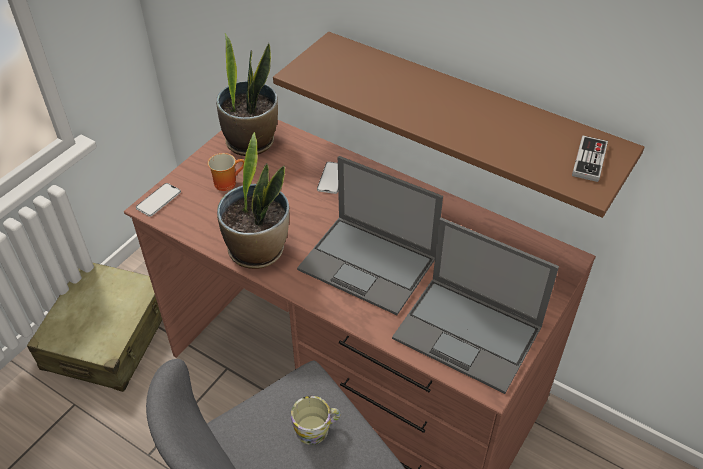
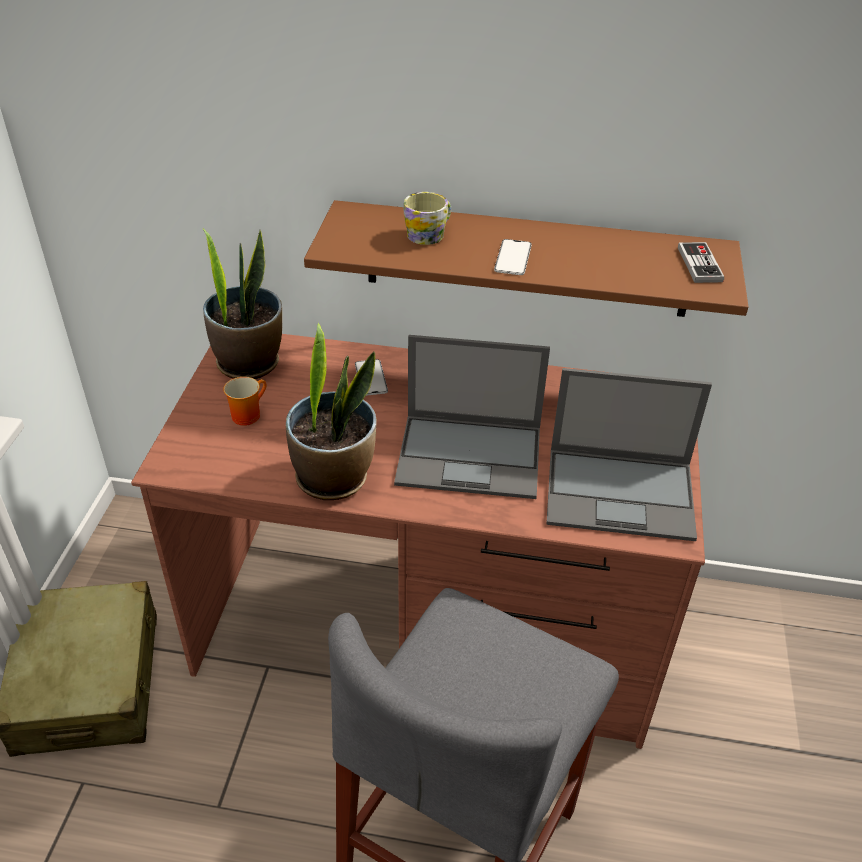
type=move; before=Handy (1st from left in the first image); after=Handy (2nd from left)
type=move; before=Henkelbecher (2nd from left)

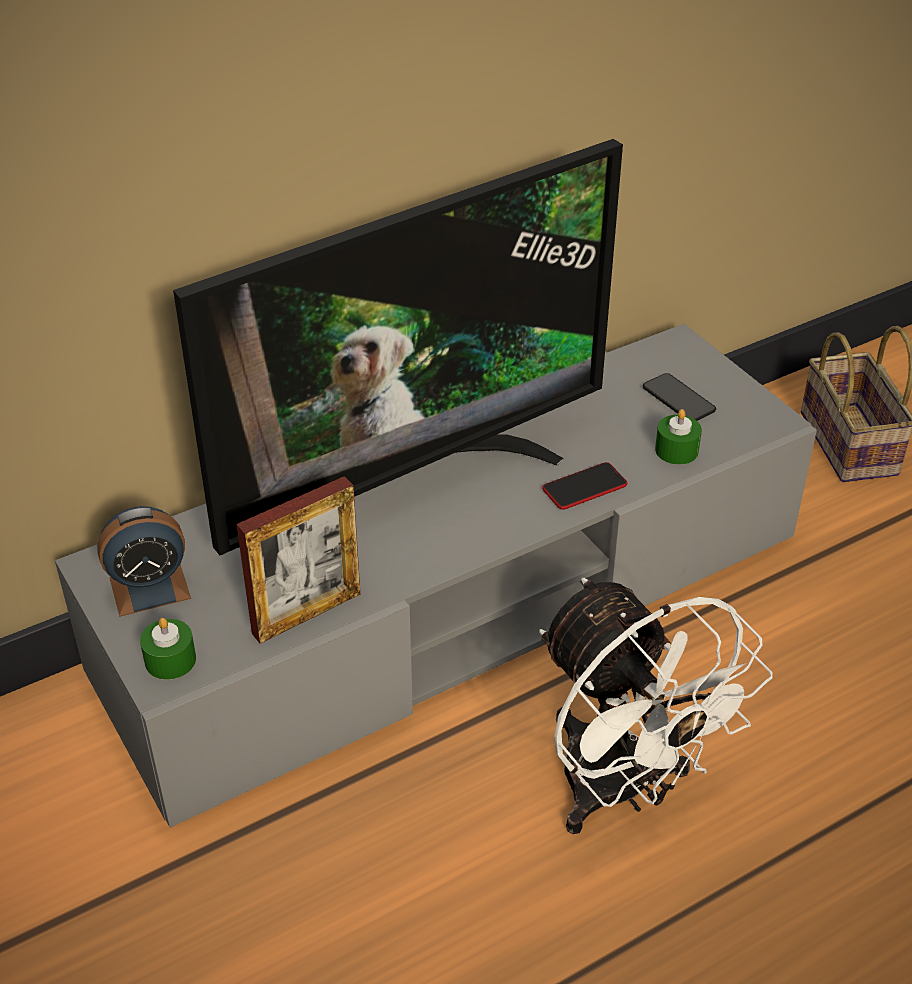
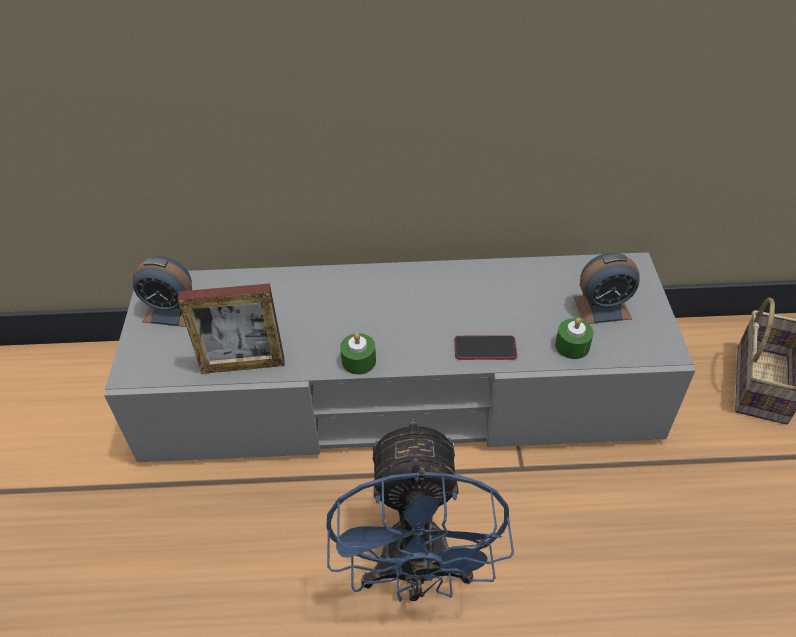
type=delete; before=Fernseher
type=replace; before=Handy (2nd from left); after=Wecker (2nd from left)
type=recolor; before=Ventilator (weiß); after=Ventilator (blau)
type=move; before=Kerze (grün) (1st from left)

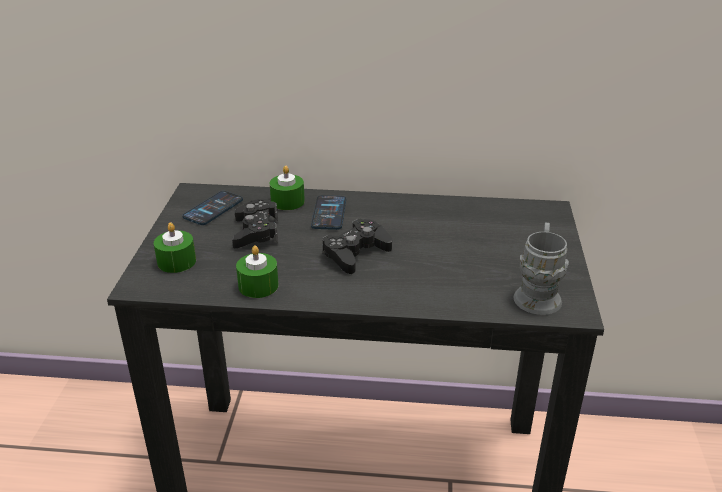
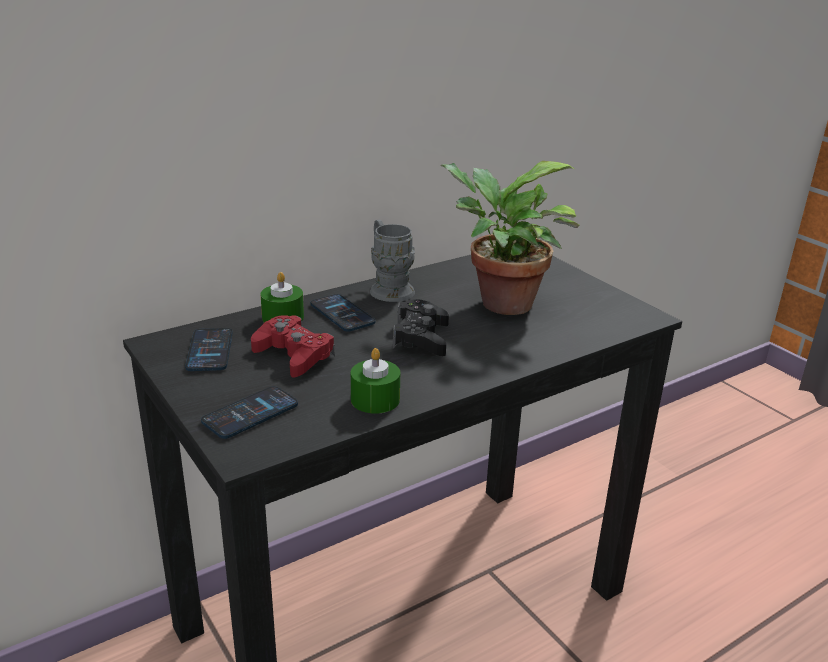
type=recolor; before=Gamepad (schwarz) (1st from left); after=Gamepad (rot)
type=replace; before=Kerze (grün) (1st from left); after=Handy (2nd from left)
type=move; before=Henkelbecher (grau)
type=insert; after=Topfpflanze

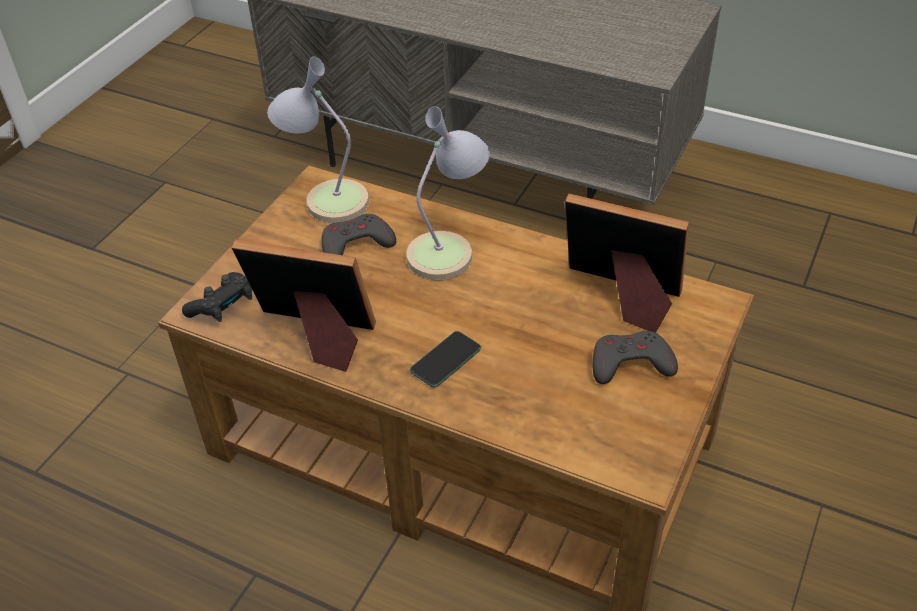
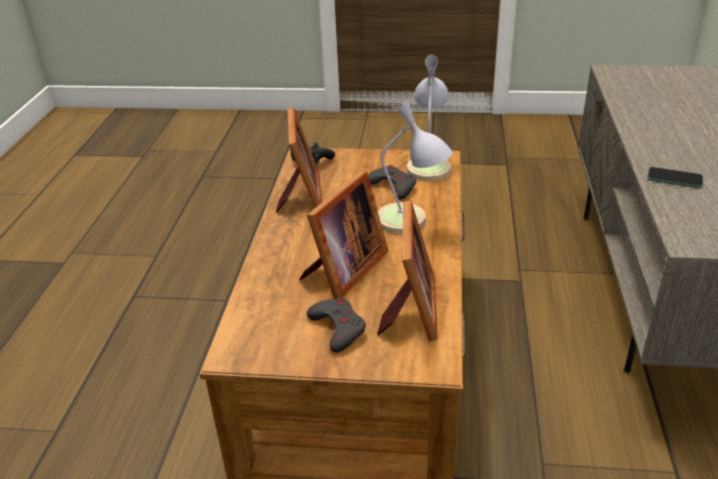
type=move; before=Handy
type=insert; after=Bilderrahmen (2nd from left)

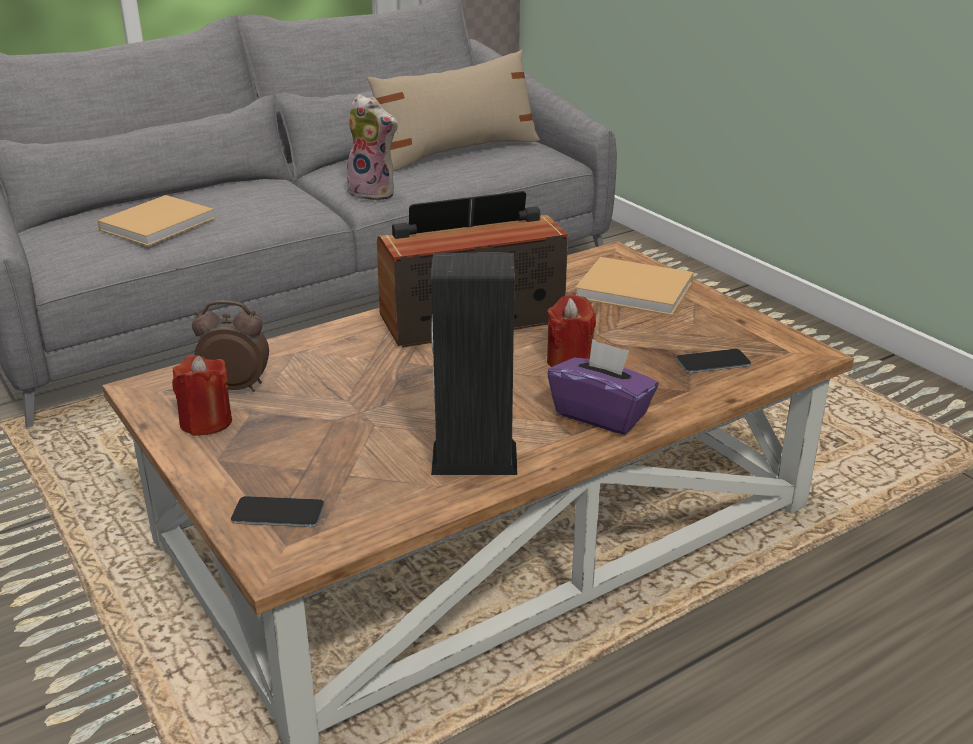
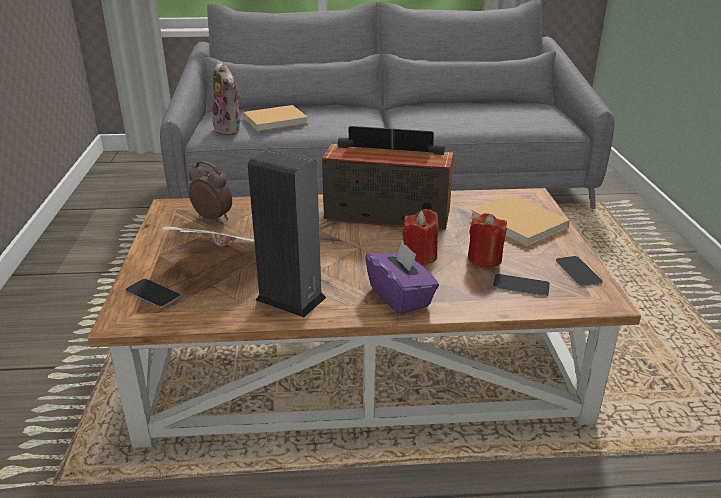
type=delete; before=Kissen (beige)
type=move; before=Plüschtier
type=move; before=Kerze (rot) (1st from left in the first image); after=Kerze (rot) (2nd from left)
type=insert; after=Zeitung
type=insert; after=Handy (3rd from left)

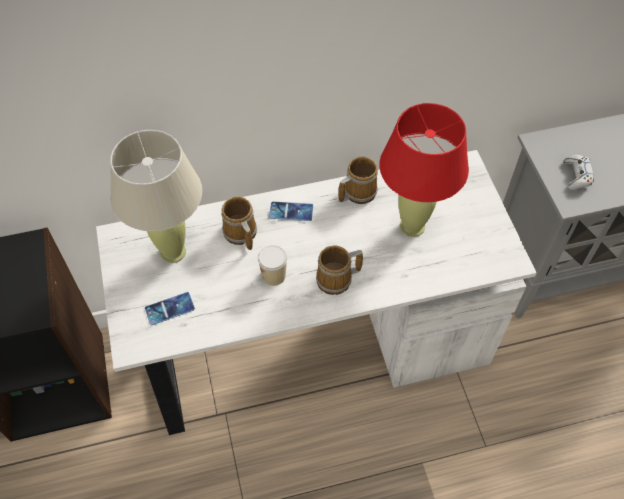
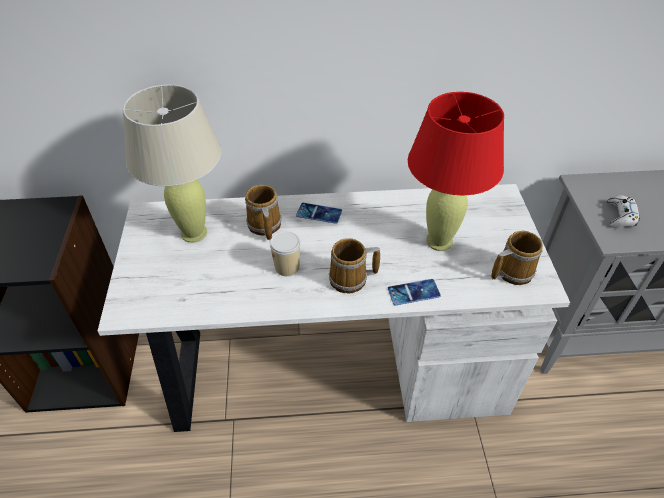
type=move; before=Henkelbecher (3rd from left)
type=move; before=Handy (1st from left in the first image); after=Handy (2nd from left)

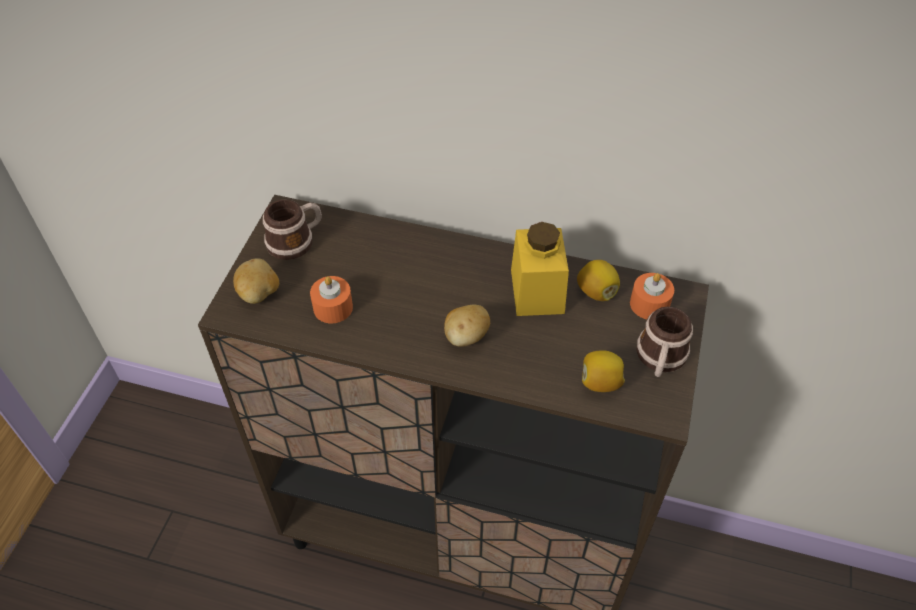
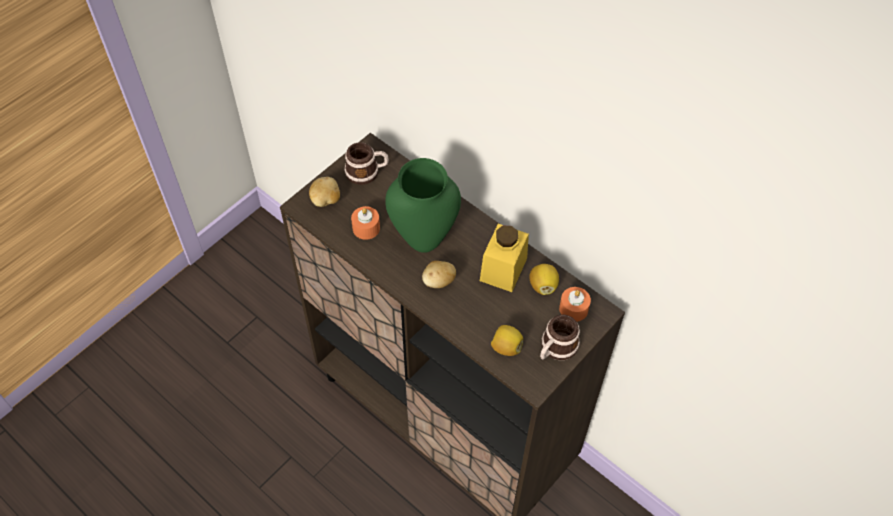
type=insert; after=Vase (grün)

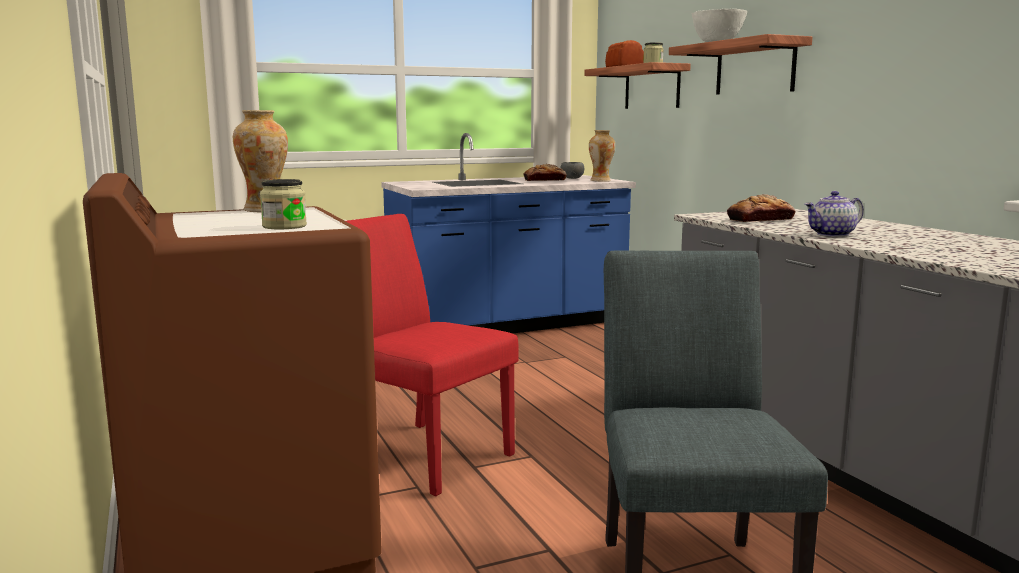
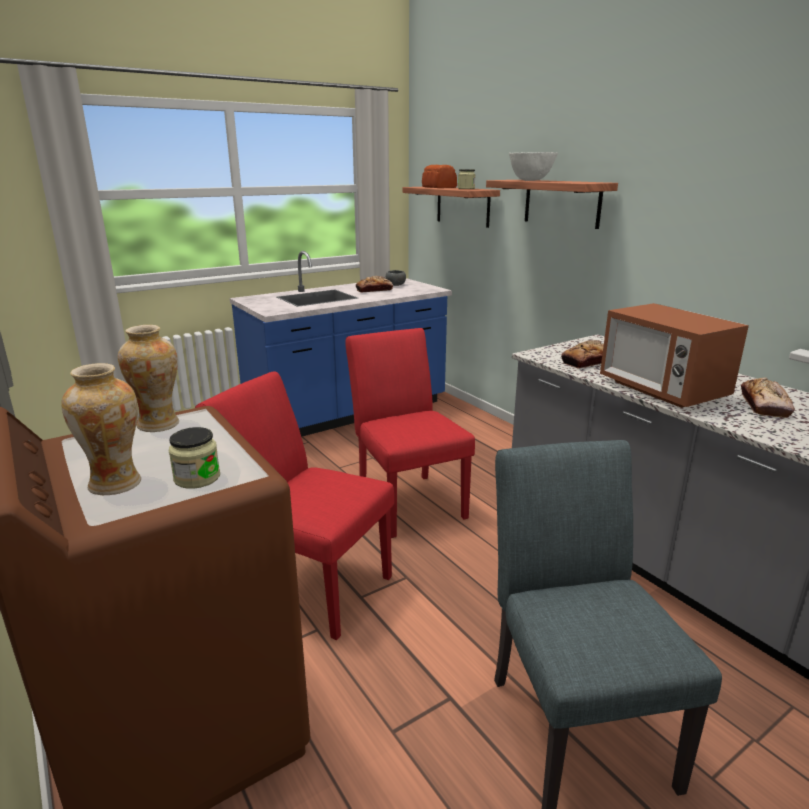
type=move; before=Vase (2nd from left in the first image); after=Vase (1st from left)
type=replace; before=Teekanne; after=Mikrowelle
type=insert; after=Stuhl (rot) (2nd from left)
type=insert; after=Brot (4th from left)

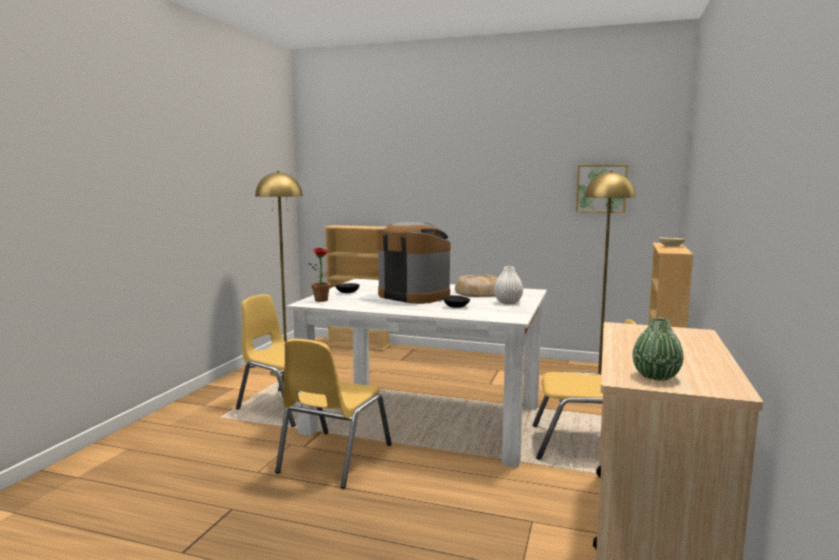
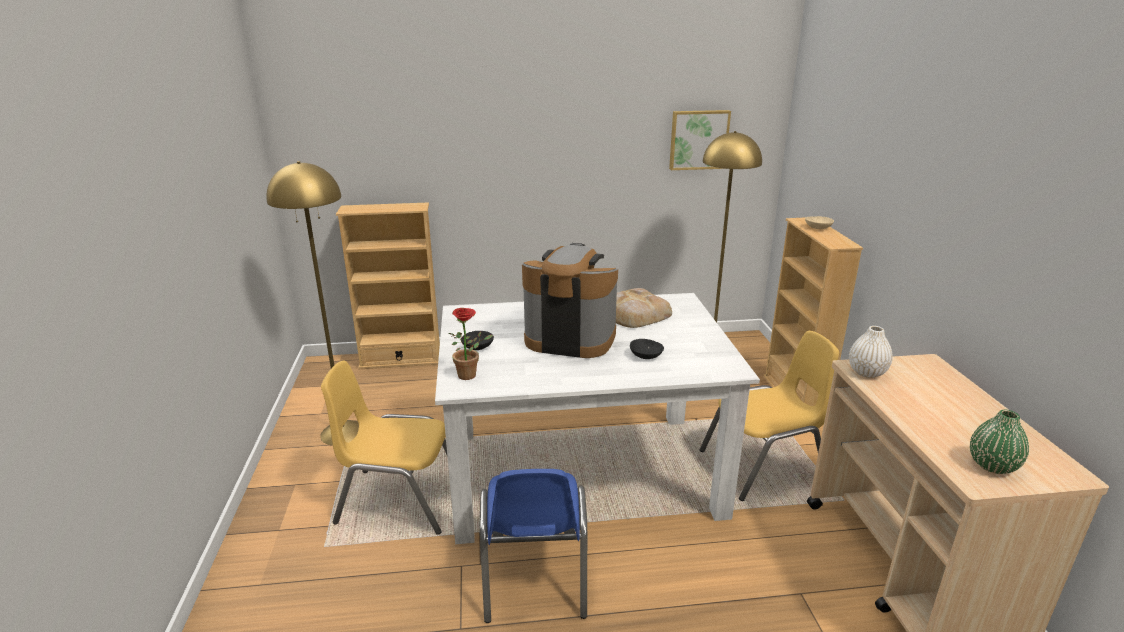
type=move; before=Vase (weiß)
type=recolor; before=Stuhl (gelb) (2nd from left); after=Stuhl (blau)

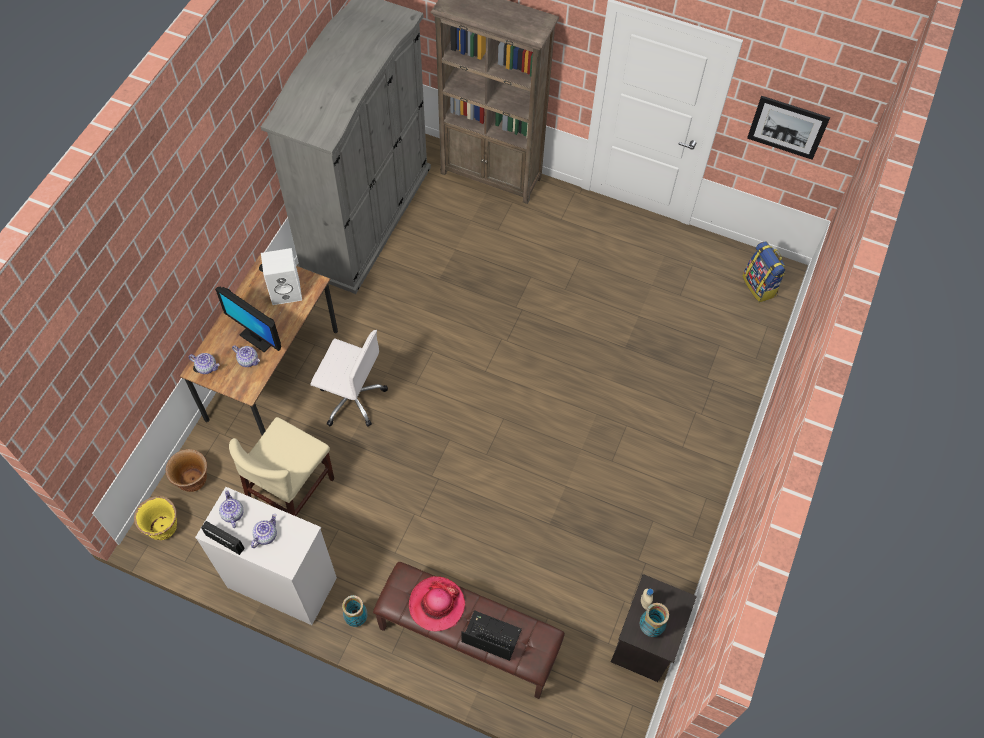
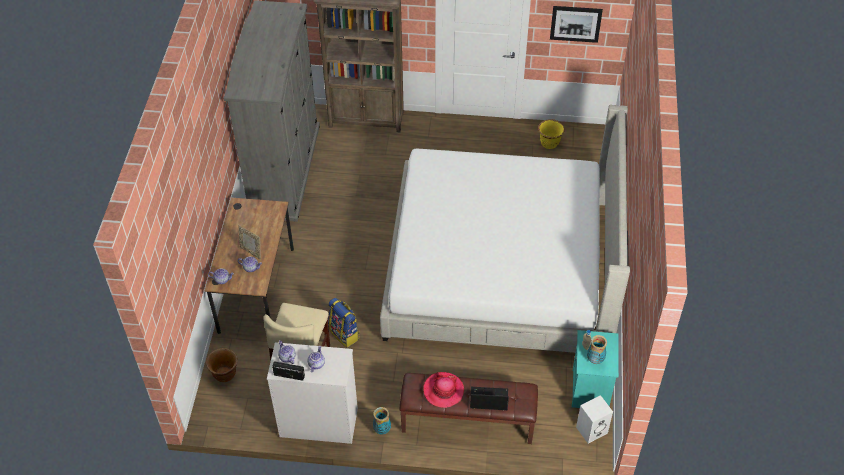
type=move; before=Rucksack
type=move; before=Lautsprecher (weiß)
type=replace; before=Monitor; after=Bilderrahmen
type=delete; before=Bürostuhl (weiß)
type=move; before=Pflanzkübel (gelb)
type=recolor; before=Nachttisch (schwarz); after=Nachttisch (türkis)
type=insert; after=Bett

